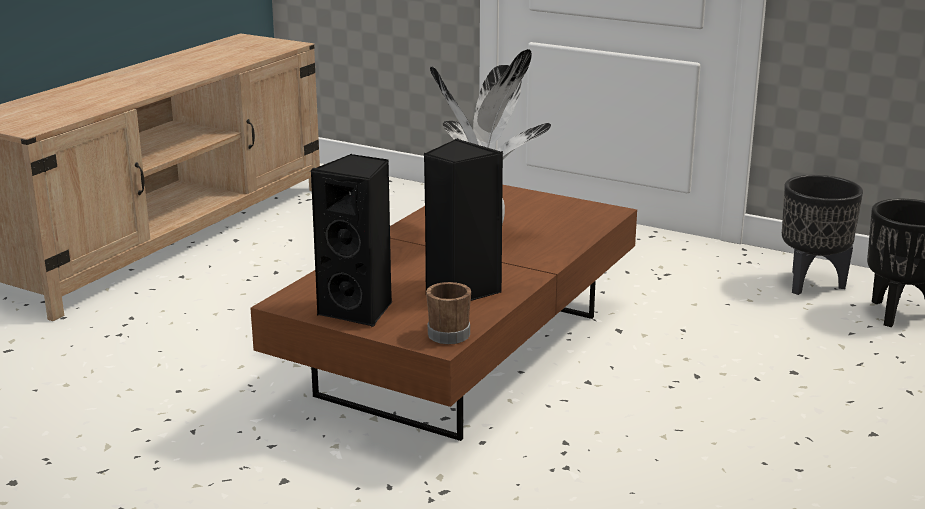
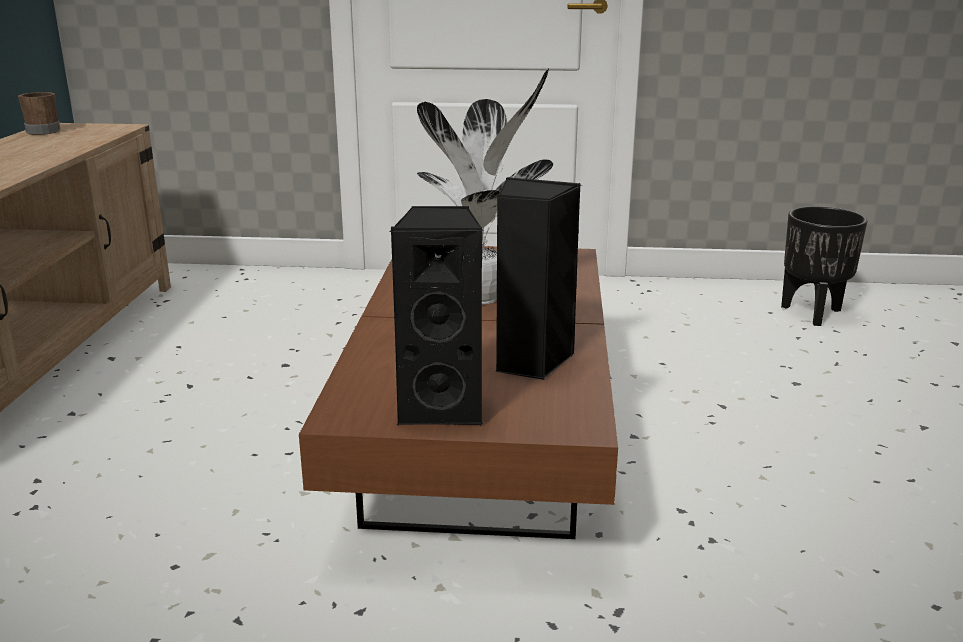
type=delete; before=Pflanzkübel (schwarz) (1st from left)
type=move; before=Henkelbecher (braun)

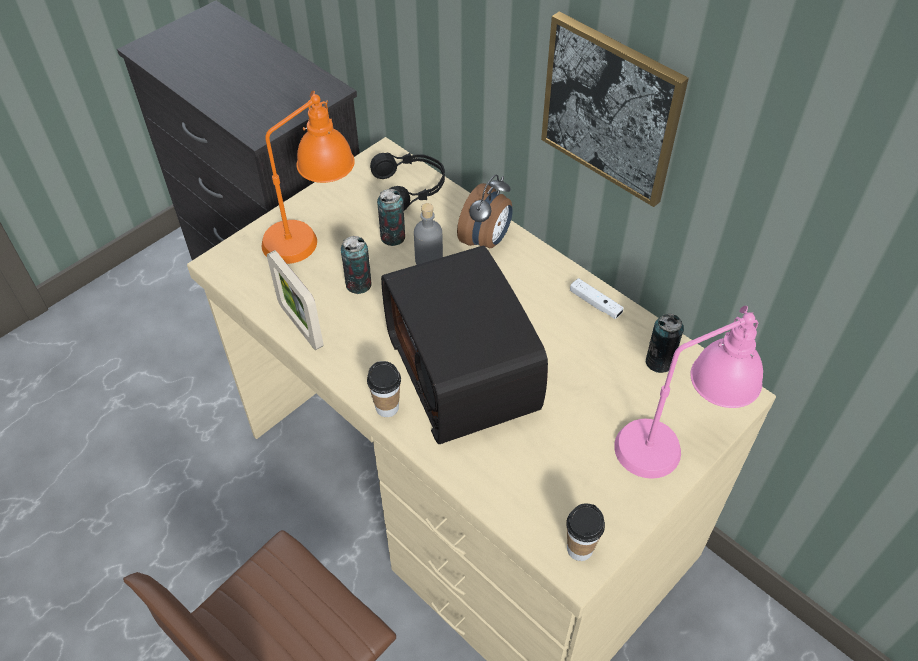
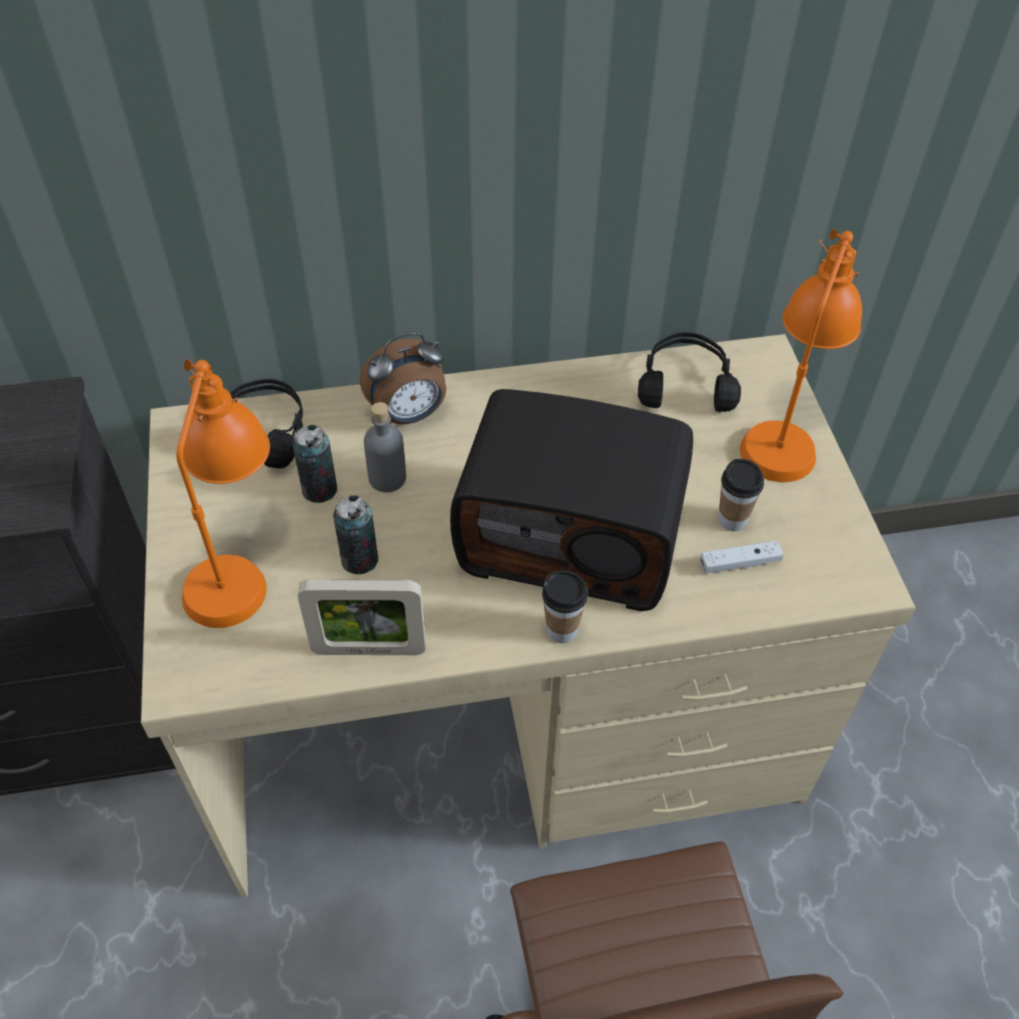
type=delete; before=Bild
type=rotate; before=Wecker; turn=90
type=move; before=Gamepad (weiß)
type=recolor; before=Tischlampe (rosa); after=Tischlampe (orange) (2nd from left)
type=replace; before=Dose (3rd from left); after=Kopfhörer (schwarz) (2nd from left)
type=move; before=Tasse (2nd from left)

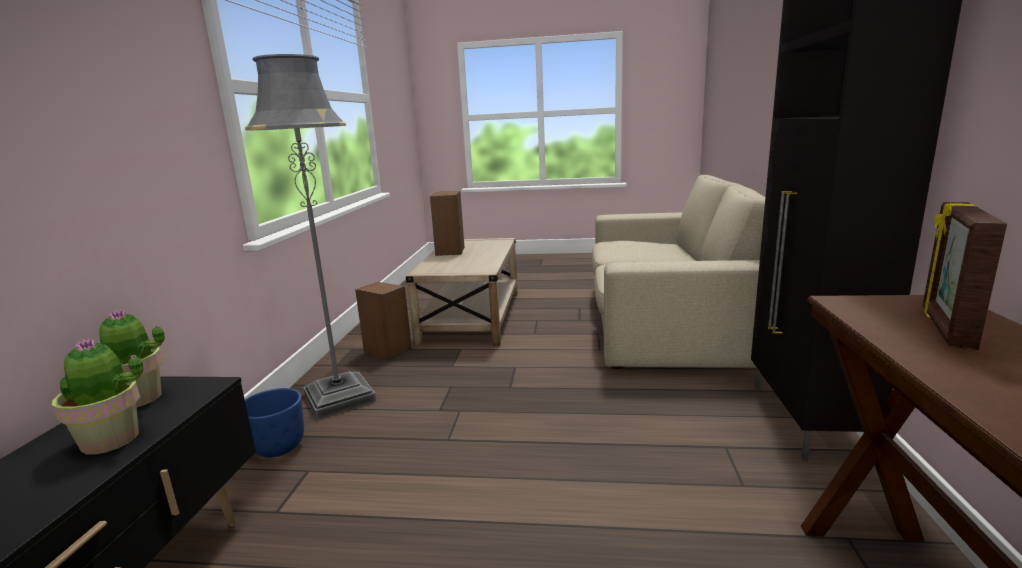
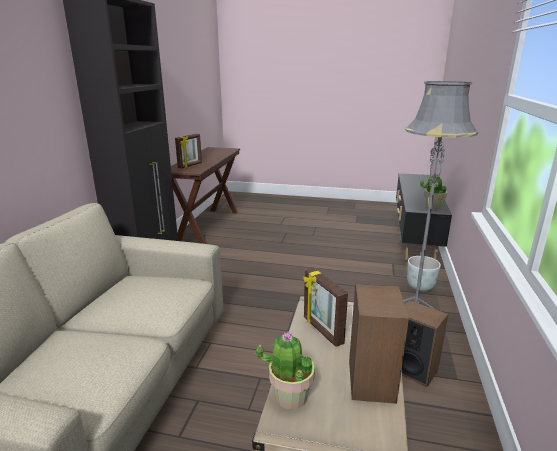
type=move; before=Topfpflanze (1st from left)
type=recolor; before=Pflanzkübel (blau); after=Pflanzkübel (grau)
type=insert; after=Bilderrahmen (2nd from left)

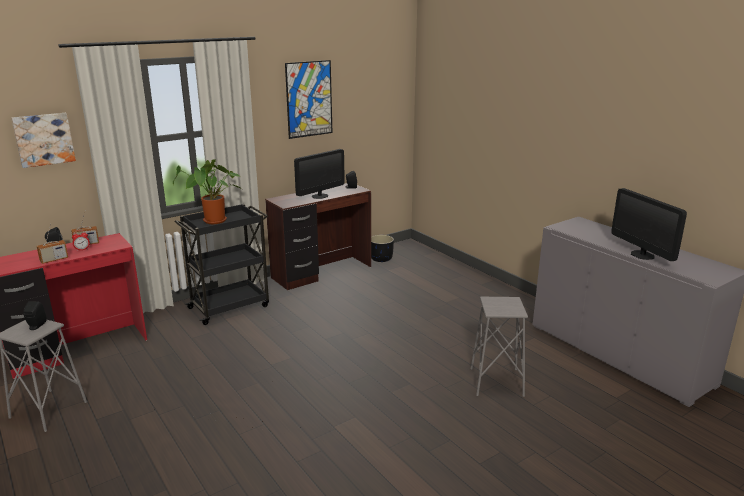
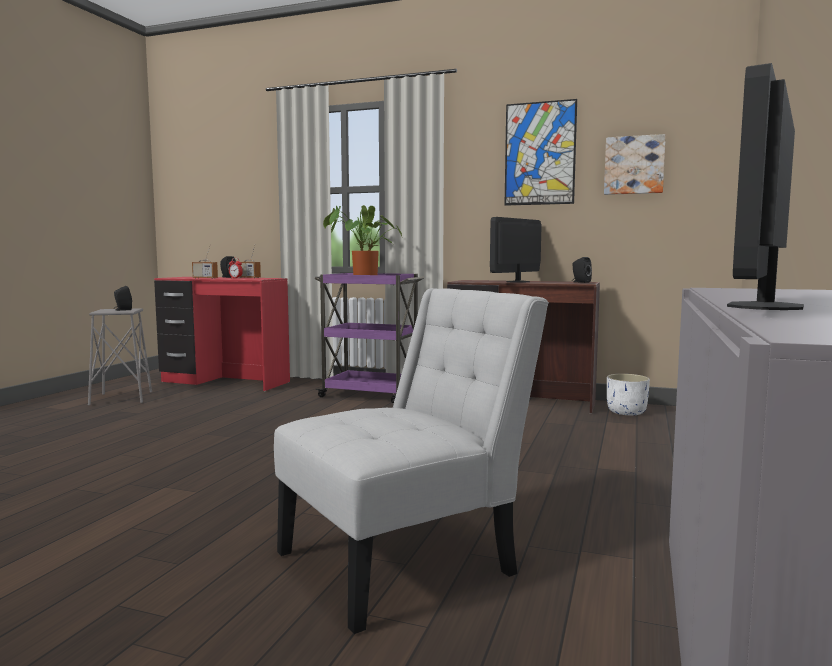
type=move; before=Bild (1st from left in the first image); after=Bild (2nd from left)
type=rotate; before=Monitor (1st from left); turn=120
type=recolor; before=Rollwagen (schwarz); after=Rollwagen (lila)
type=recolor; before=Pflanzkübel (schwarz); after=Pflanzkübel (weiß)
type=replace; before=Hocker (grau) (2nd from left); after=Stuhl (weiß)

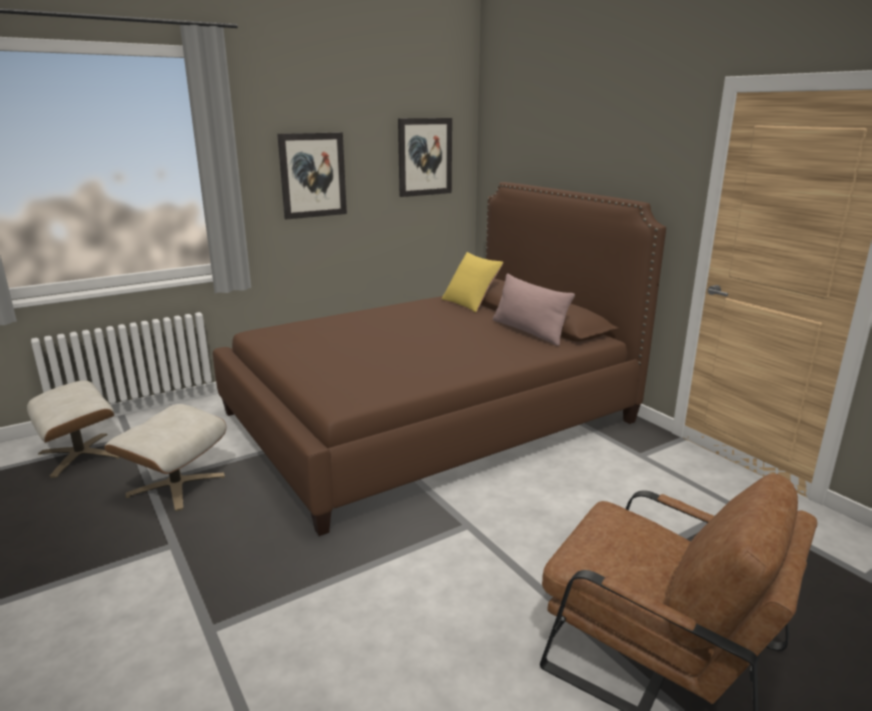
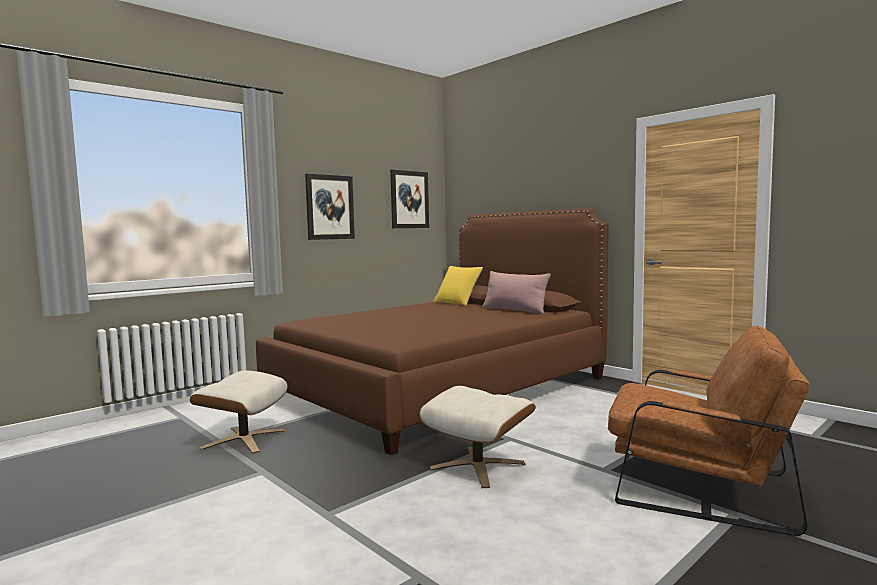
type=move; before=Polsterhocker (beige) (1st from left in the first image); after=Polsterhocker (beige) (2nd from left)

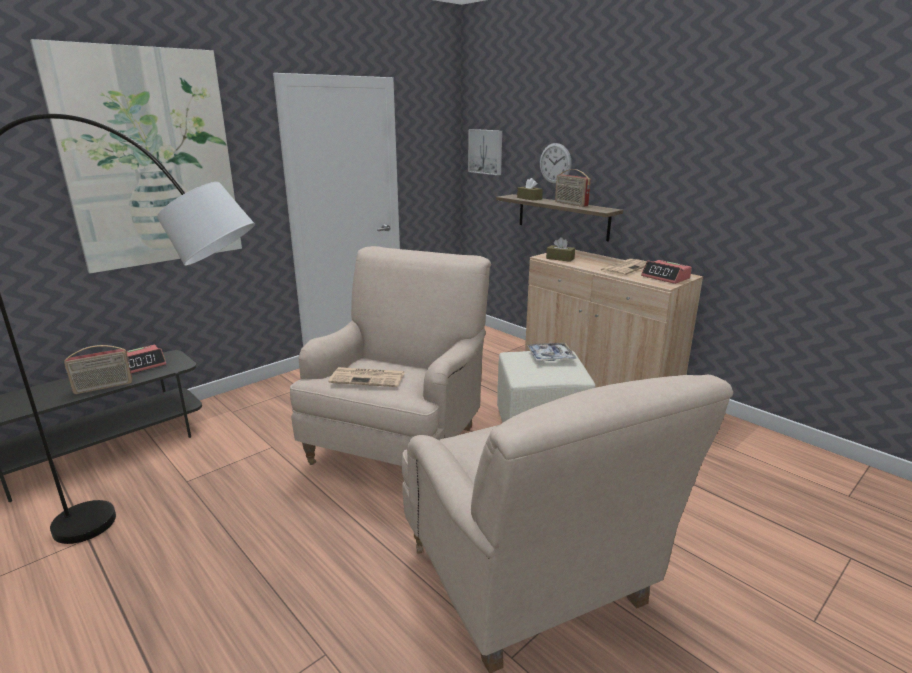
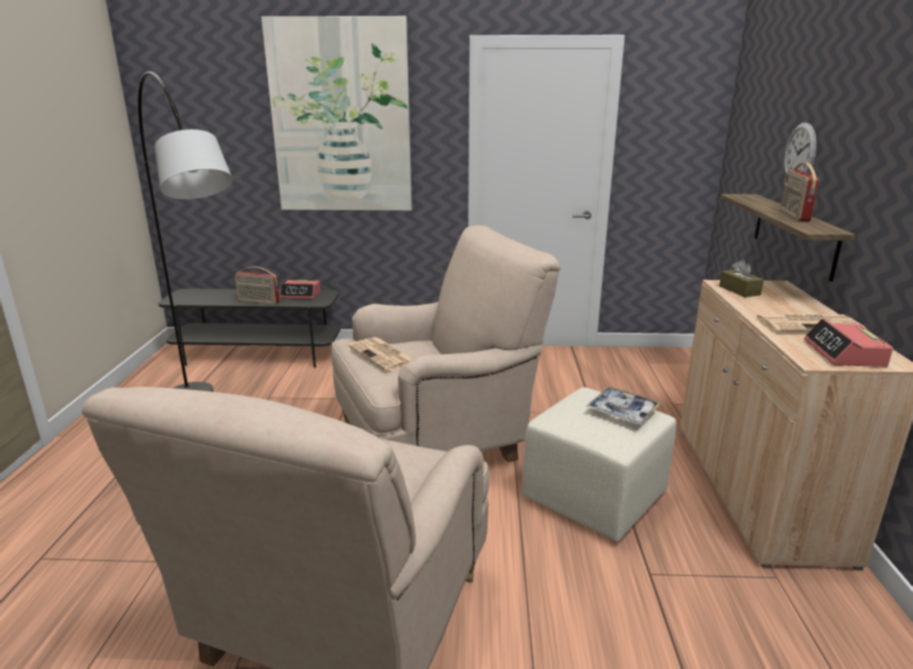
type=delete; before=Bild (2nd from left)
type=delete; before=Taschentuchbox (braun) (1st from left)

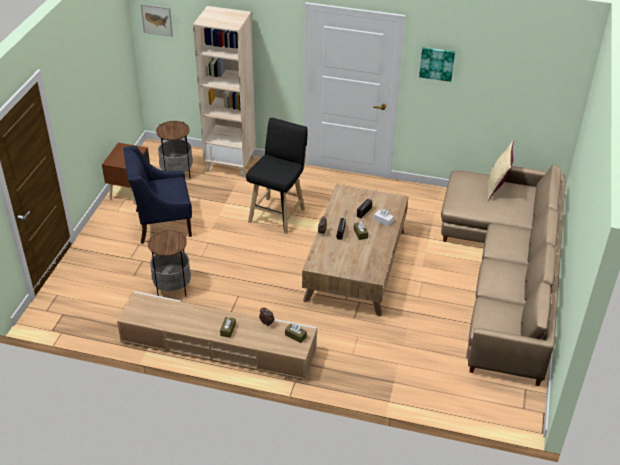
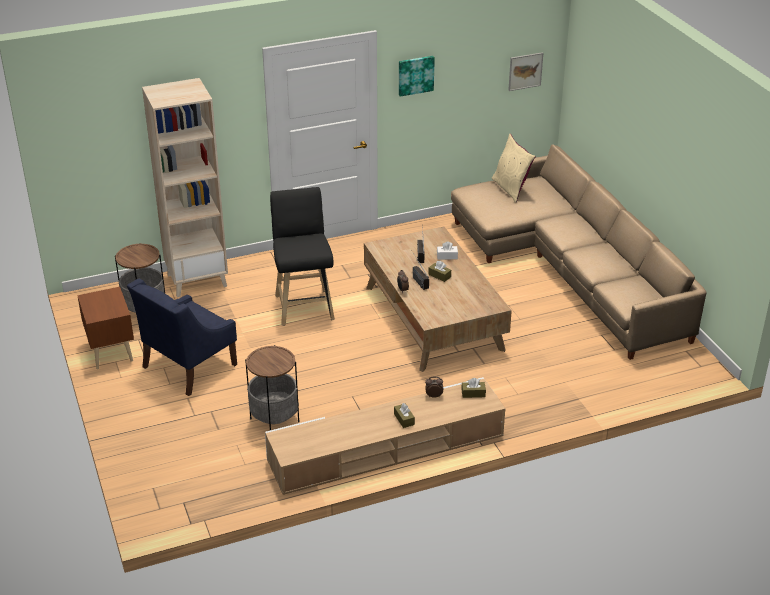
type=move; before=Bild (1st from left in the first image); after=Bild (2nd from left)

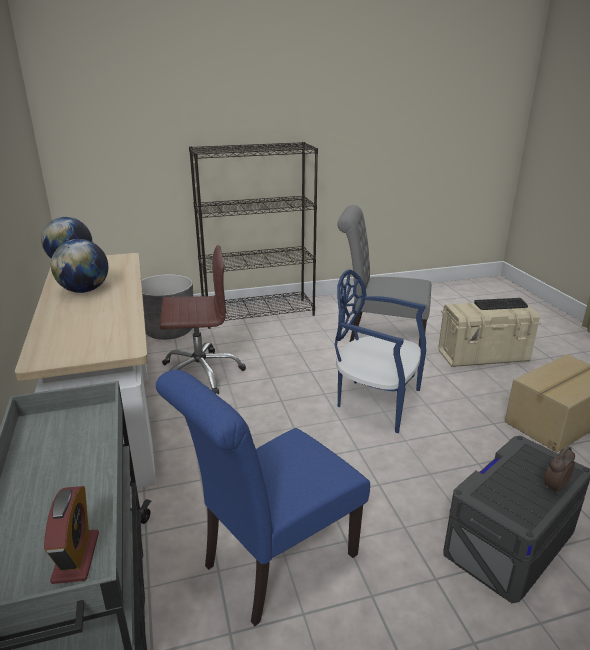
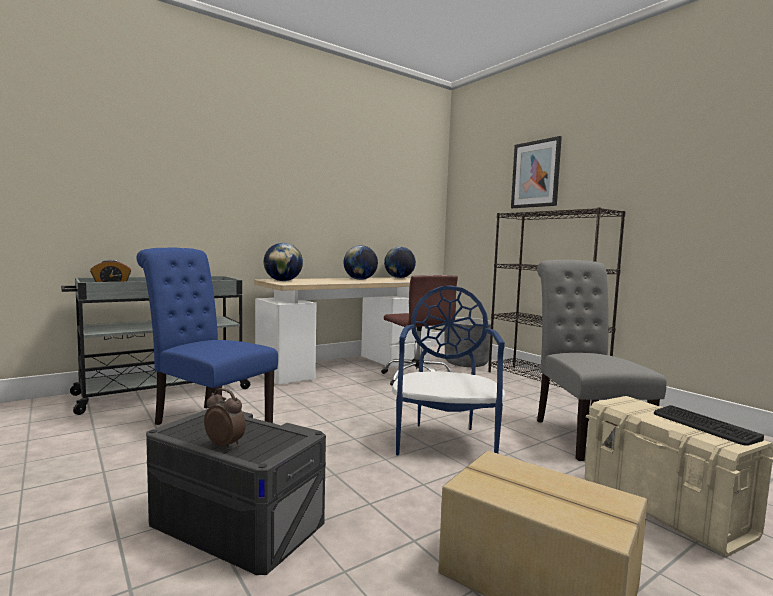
type=insert; after=Bild
type=insert; after=Globus (1st from left)

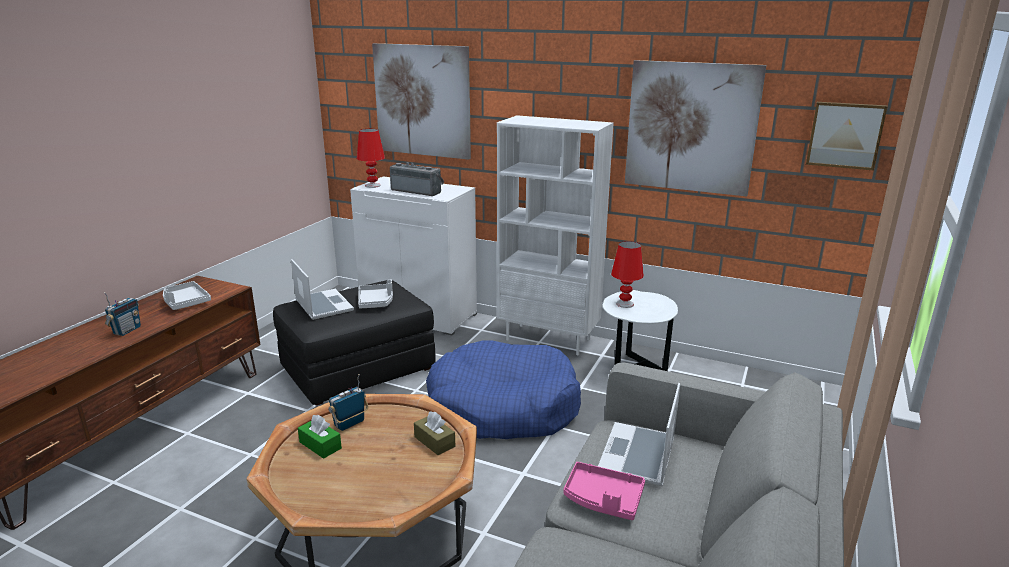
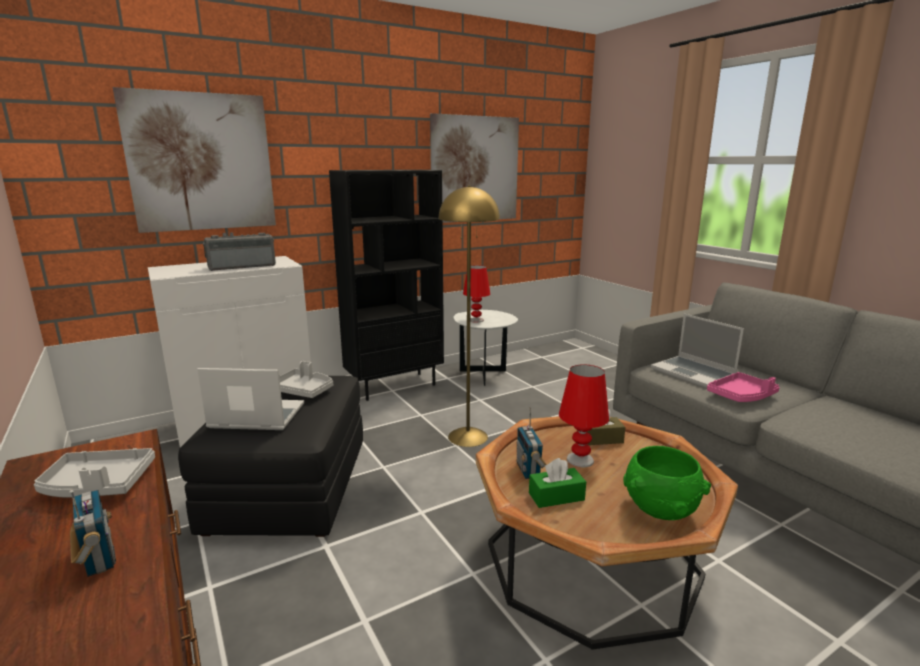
type=delete; before=Bild (3rd from left)
type=recolor; before=Bücherregal (weiß); after=Bücherregal (schwarz)
type=move; before=Tischlampe (rot) (1st from left in the first image); after=Tischlampe (rot) (2nd from left)
type=replace; before=Hundebett (blau); after=Stehlampe (gelb)
type=insert; after=Schüssel (grün)

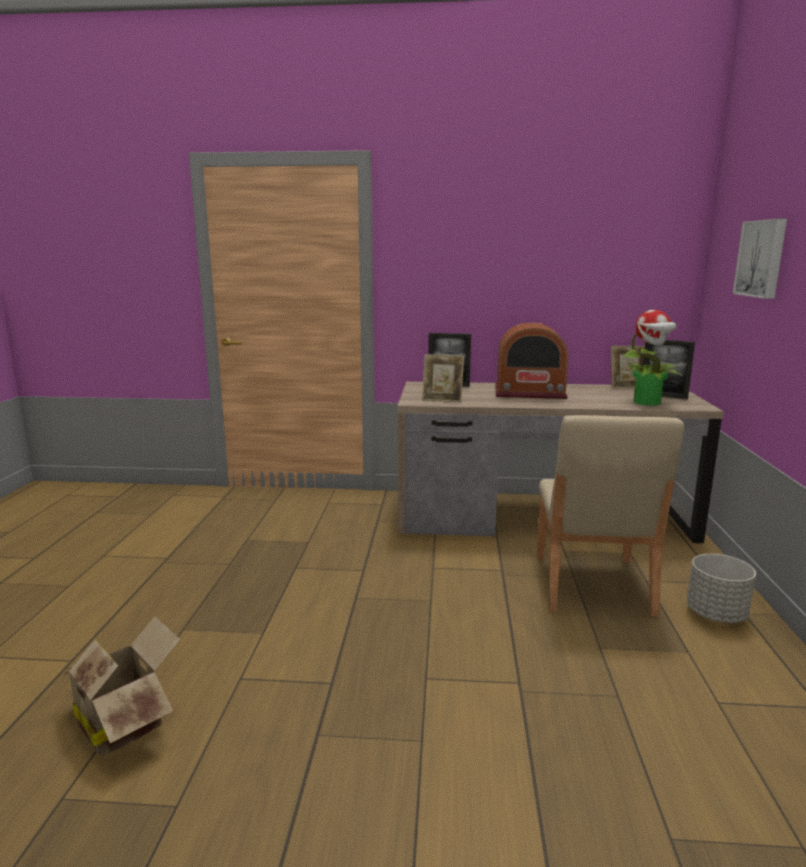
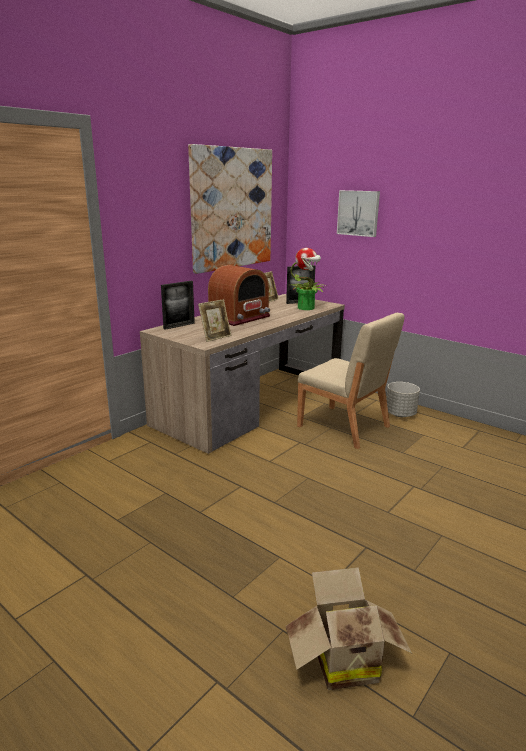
type=insert; after=Bild (1st from left)

